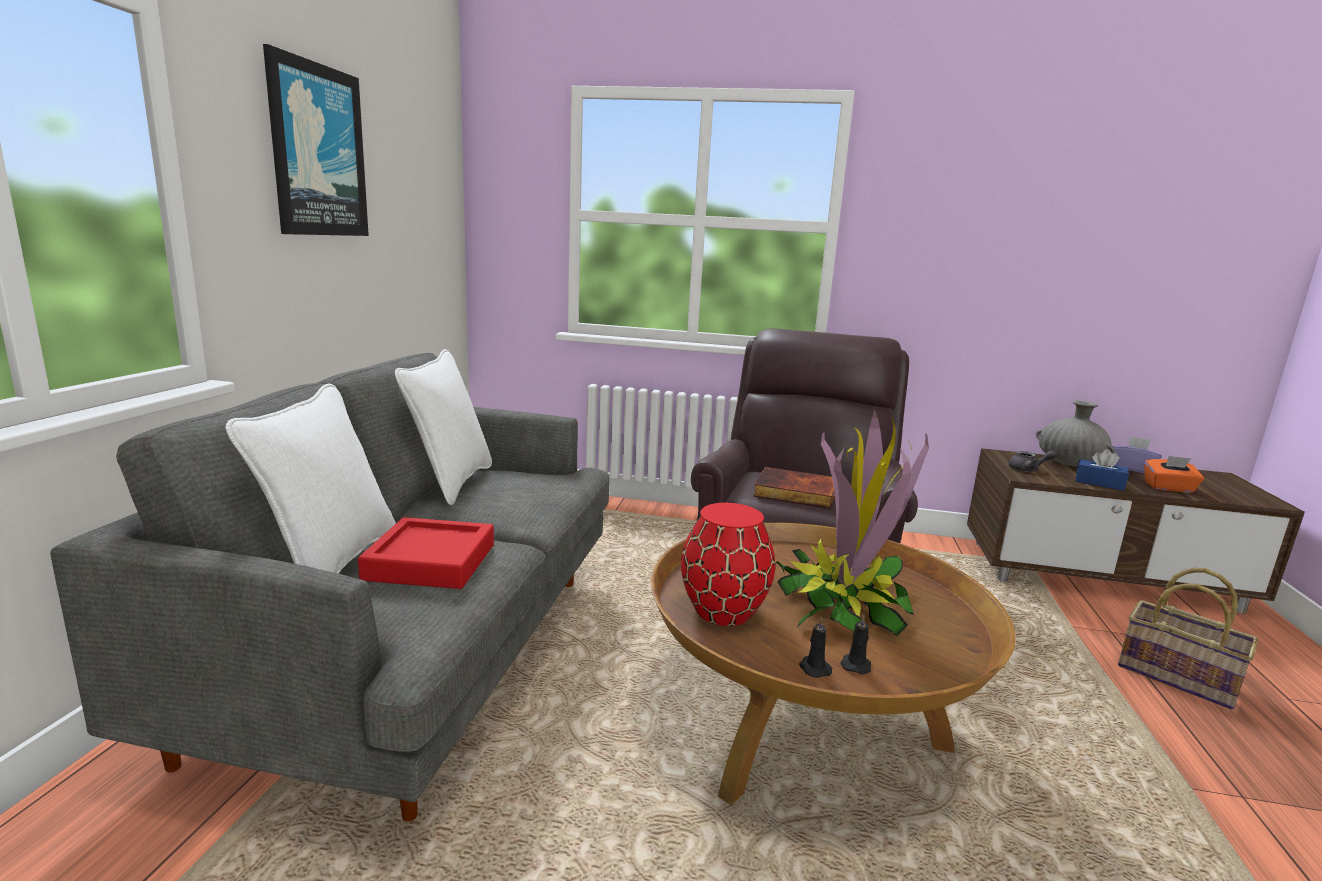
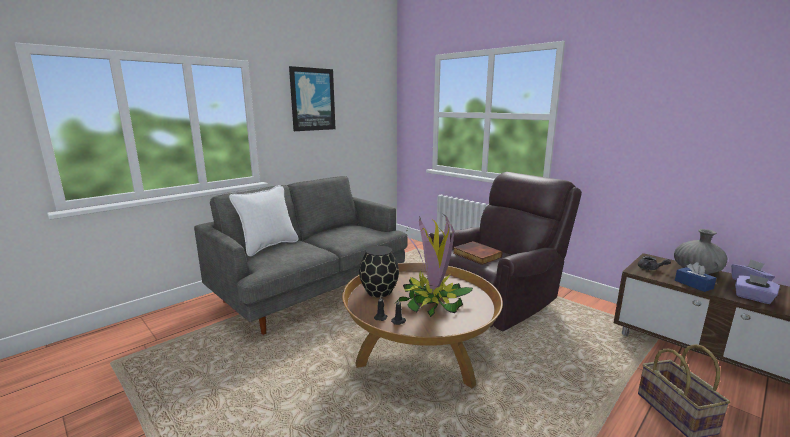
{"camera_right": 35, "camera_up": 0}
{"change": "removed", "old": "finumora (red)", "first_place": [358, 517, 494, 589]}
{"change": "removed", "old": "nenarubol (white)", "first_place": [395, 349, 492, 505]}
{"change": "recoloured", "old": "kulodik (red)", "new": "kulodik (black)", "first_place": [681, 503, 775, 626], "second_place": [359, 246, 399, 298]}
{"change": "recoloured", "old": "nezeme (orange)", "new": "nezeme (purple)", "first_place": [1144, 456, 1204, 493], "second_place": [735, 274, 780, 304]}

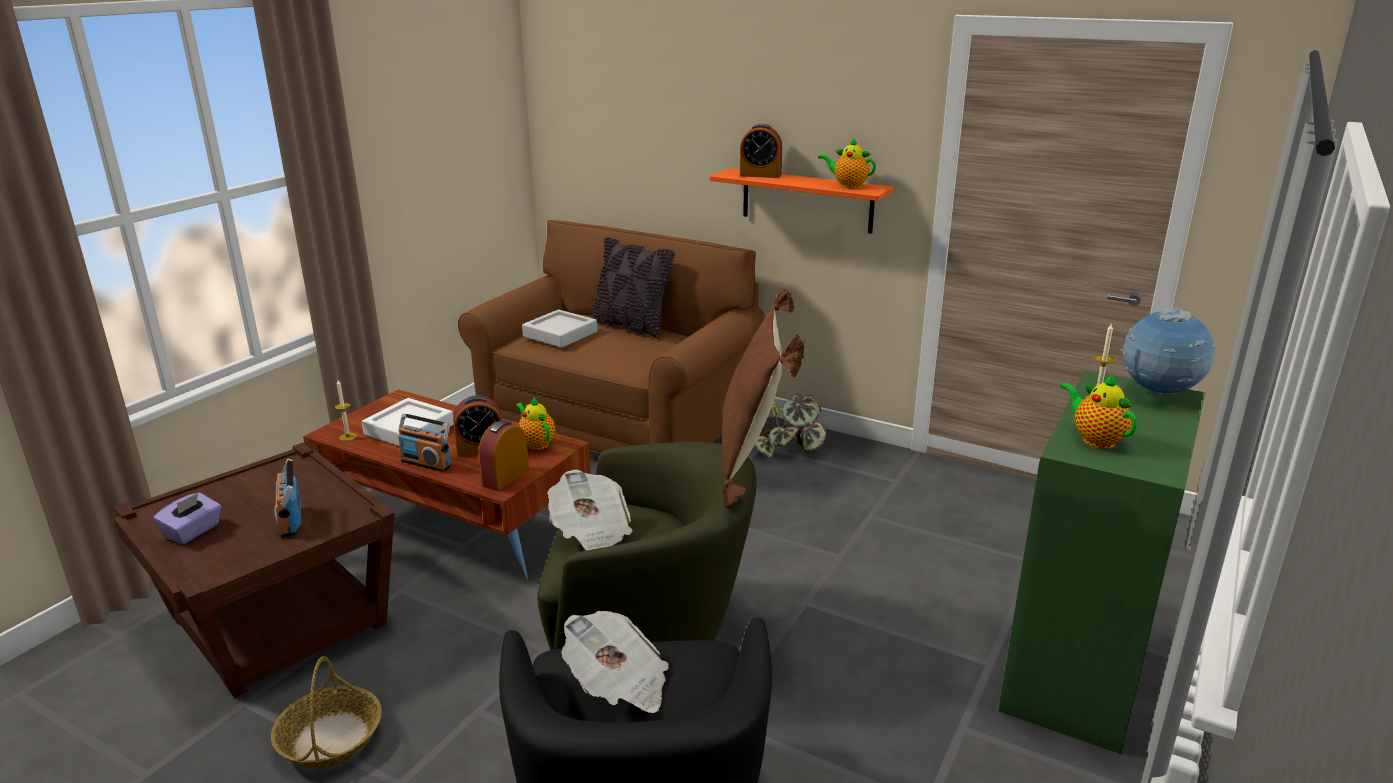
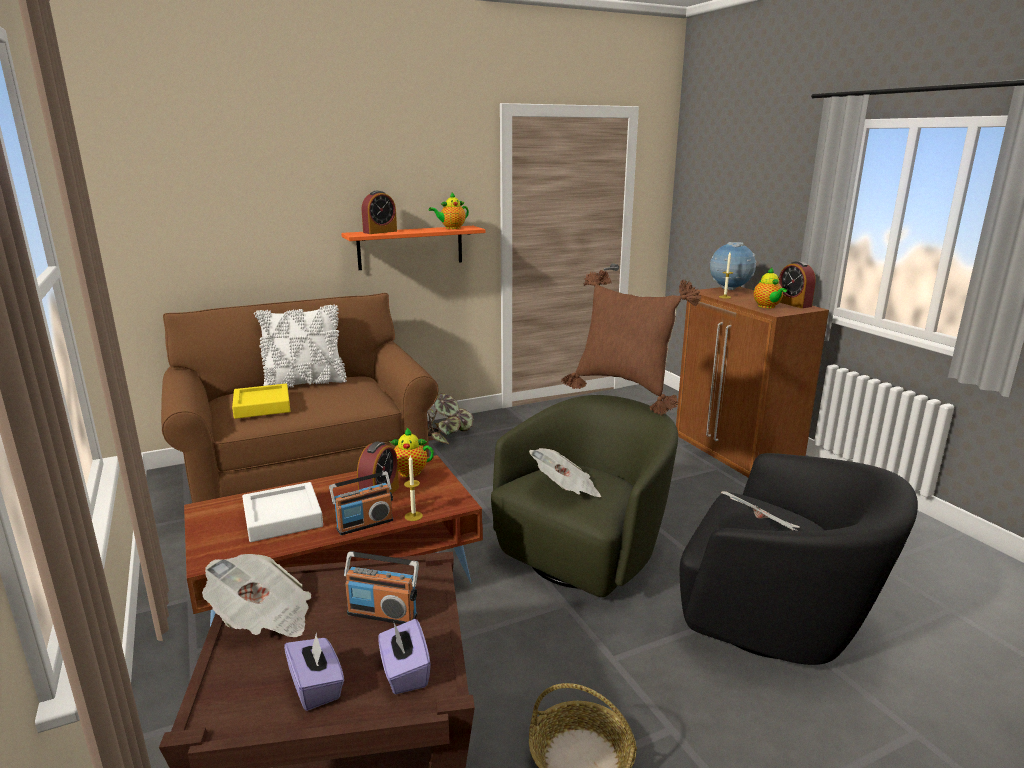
{"camera_right": -55, "camera_up": -5}
{"change": "added", "new": "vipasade", "second_place": [202, 554, 311, 637]}
{"change": "added", "new": "nezeme (purple)", "second_place": [378, 619, 431, 694]}
{"change": "moved", "old": "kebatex", "first_place": [335, 380, 357, 441], "second_place": [404, 456, 423, 521]}
{"change": "moved", "old": "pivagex", "first_place": [479, 420, 529, 491], "second_place": [779, 261, 816, 308]}
{"change": "recoloured", "old": "finumora (grey)", "new": "finumora (yellow)", "first_place": [522, 310, 598, 348], "second_place": [232, 384, 290, 419]}
{"change": "recoloured", "old": "nenarubol (black)", "new": "nenarubol (white)", "first_place": [591, 237, 675, 339], "second_place": [254, 305, 347, 388]}
{"change": "recoloured", "old": "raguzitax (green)", "new": "raguzitax (brown)", "first_place": [999, 370, 1205, 754], "second_place": [676, 286, 829, 478]}
{"change": "turned", "old": "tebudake", "first_place": [1060, 373, 1137, 449], "second_place": [754, 268, 787, 308], "degrees": -105}

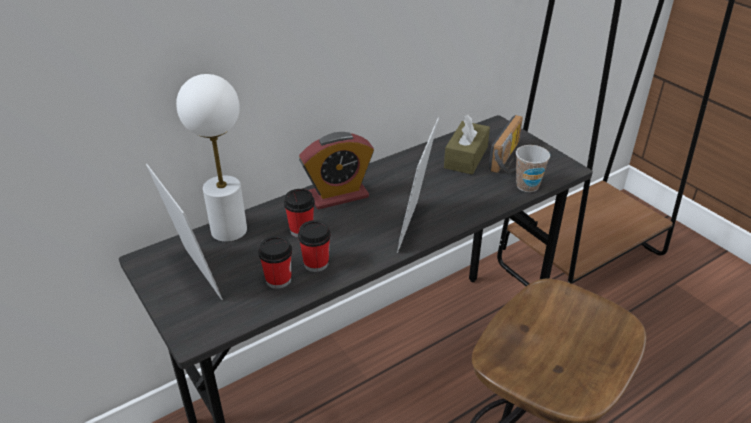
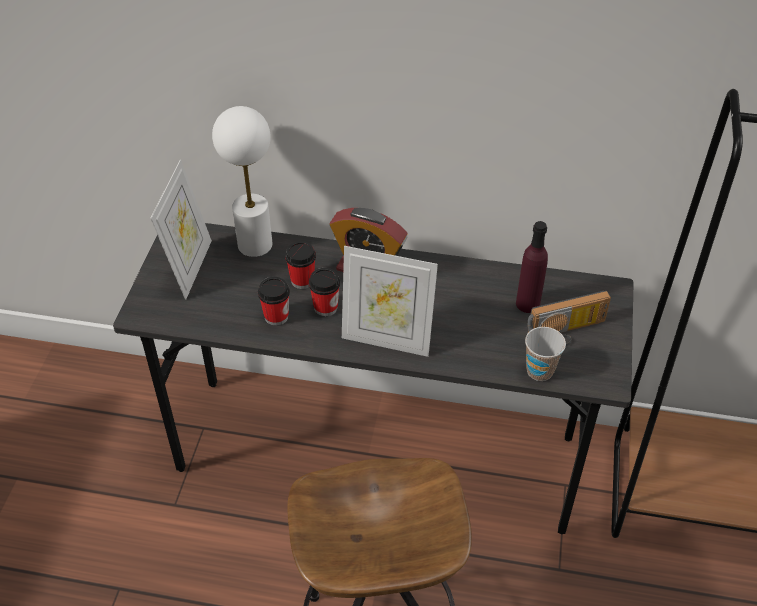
{"camera_right": 45, "camera_up": 10}
{"change": "moved", "old": "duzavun", "first_place": [258, 236, 292, 289], "second_place": [309, 268, 340, 316]}
{"change": "replaced", "old": "nezeme (brown)", "new": "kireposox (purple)", "first_place": [444, 114, 490, 174], "second_place": [516, 221, 548, 313]}
{"change": "turned", "old": "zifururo", "first_place": [397, 117, 439, 253], "second_place": [342, 246, 438, 357], "degrees": -135}

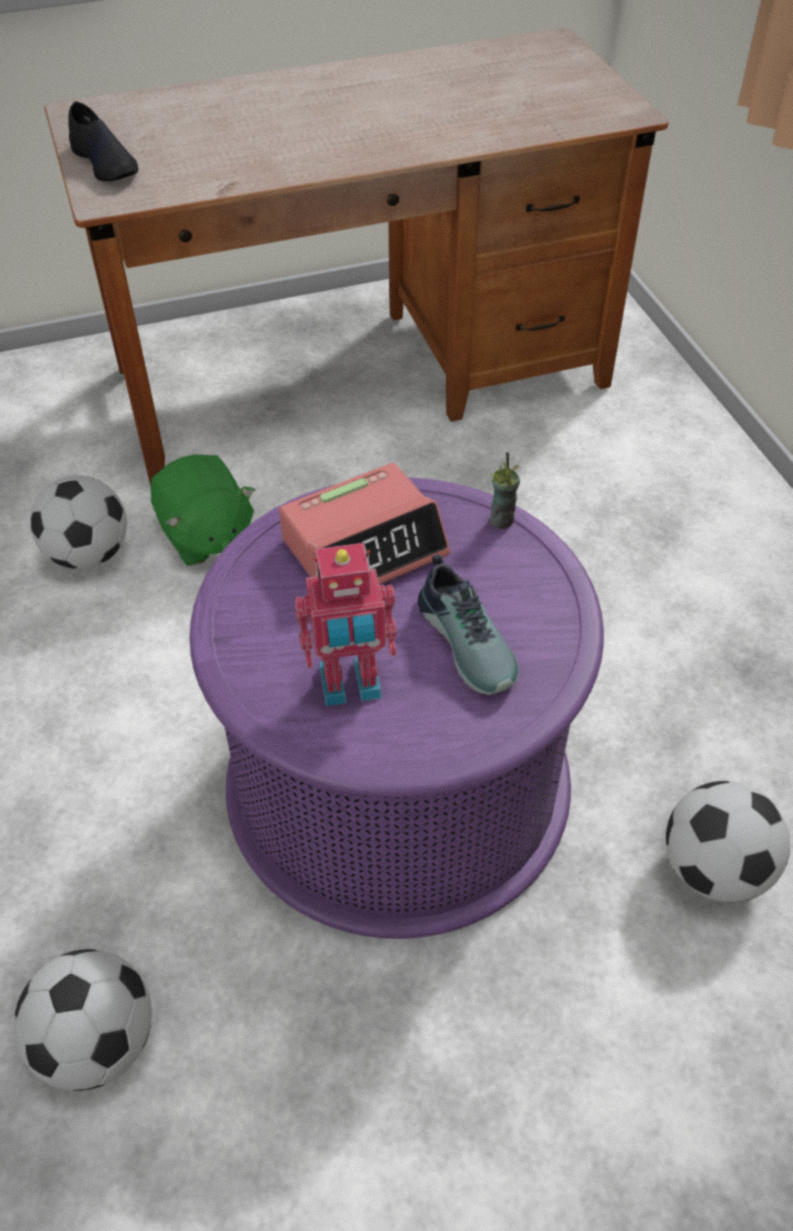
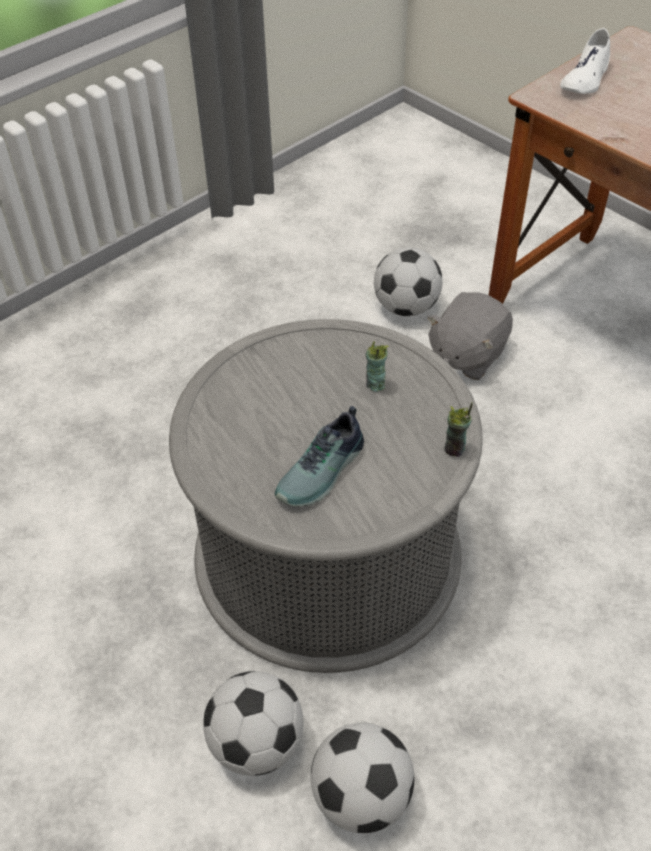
{"camera_right": 65, "camera_up": 0}
{"change": "removed", "old": "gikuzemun", "first_place": [295, 543, 397, 706]}
{"change": "moved", "old": "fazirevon", "first_place": [14, 949, 152, 1091], "second_place": [203, 671, 304, 776]}
{"change": "replaced", "old": "pivagex", "new": "duzavun", "first_place": [279, 463, 450, 585], "second_place": [366, 341, 389, 392]}
{"change": "recoloured", "old": "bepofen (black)", "new": "bepofen (white)", "first_place": [68, 101, 138, 182], "second_place": [560, 28, 610, 94]}
{"change": "recoloured", "old": "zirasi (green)", "new": "zirasi (grey)", "first_place": [150, 454, 255, 566], "second_place": [427, 292, 513, 380]}
{"change": "recoloured", "old": "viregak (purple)", "new": "viregak (grey)", "first_place": [190, 477, 604, 939], "second_place": [169, 319, 483, 673]}

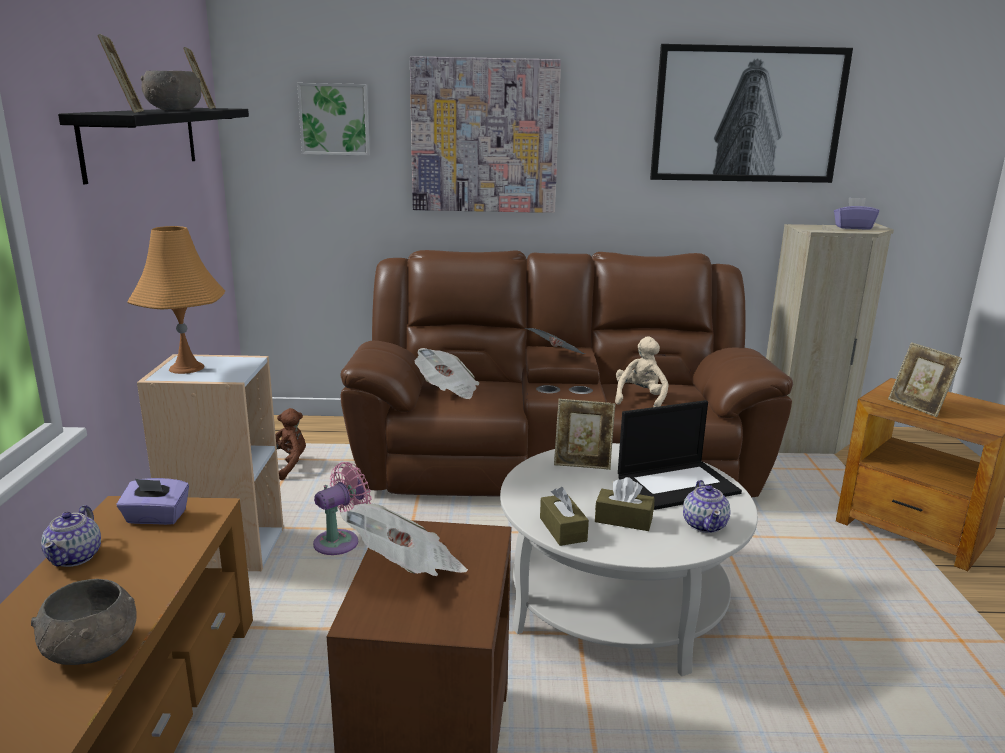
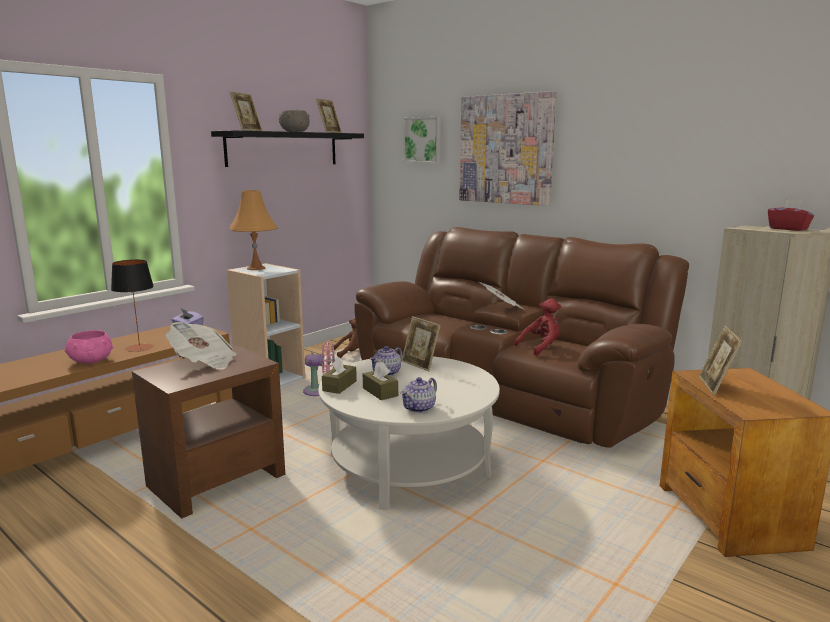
{"camera_right": 40, "camera_up": -5}
{"change": "removed", "old": "vipasade", "first_place": [415, 348, 479, 399]}
{"change": "removed", "old": "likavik", "first_place": [618, 400, 742, 510]}
{"change": "removed", "old": "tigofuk", "first_place": [650, 44, 853, 183]}
{"change": "added", "new": "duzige", "second_place": [111, 259, 154, 352]}
{"change": "moved", "old": "tebudake", "first_place": [41, 505, 101, 567], "second_place": [370, 346, 403, 376]}
{"change": "recoloured", "old": "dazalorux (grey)", "new": "dazalorux (pink)", "first_place": [31, 579, 137, 665], "second_place": [65, 330, 113, 364]}
{"change": "recoloured", "old": "zirasi (beige)", "new": "zirasi (red)", "first_place": [615, 336, 668, 407], "second_place": [514, 299, 561, 356]}
{"change": "recoloured", "old": "nezeme (purple)", "new": "nezeme (red)", "first_place": [834, 197, 879, 230], "second_place": [768, 200, 814, 231]}

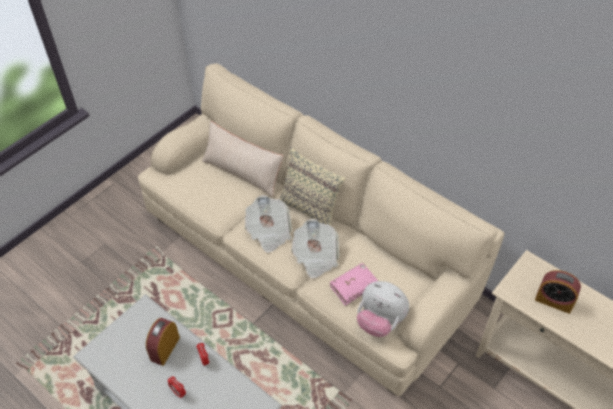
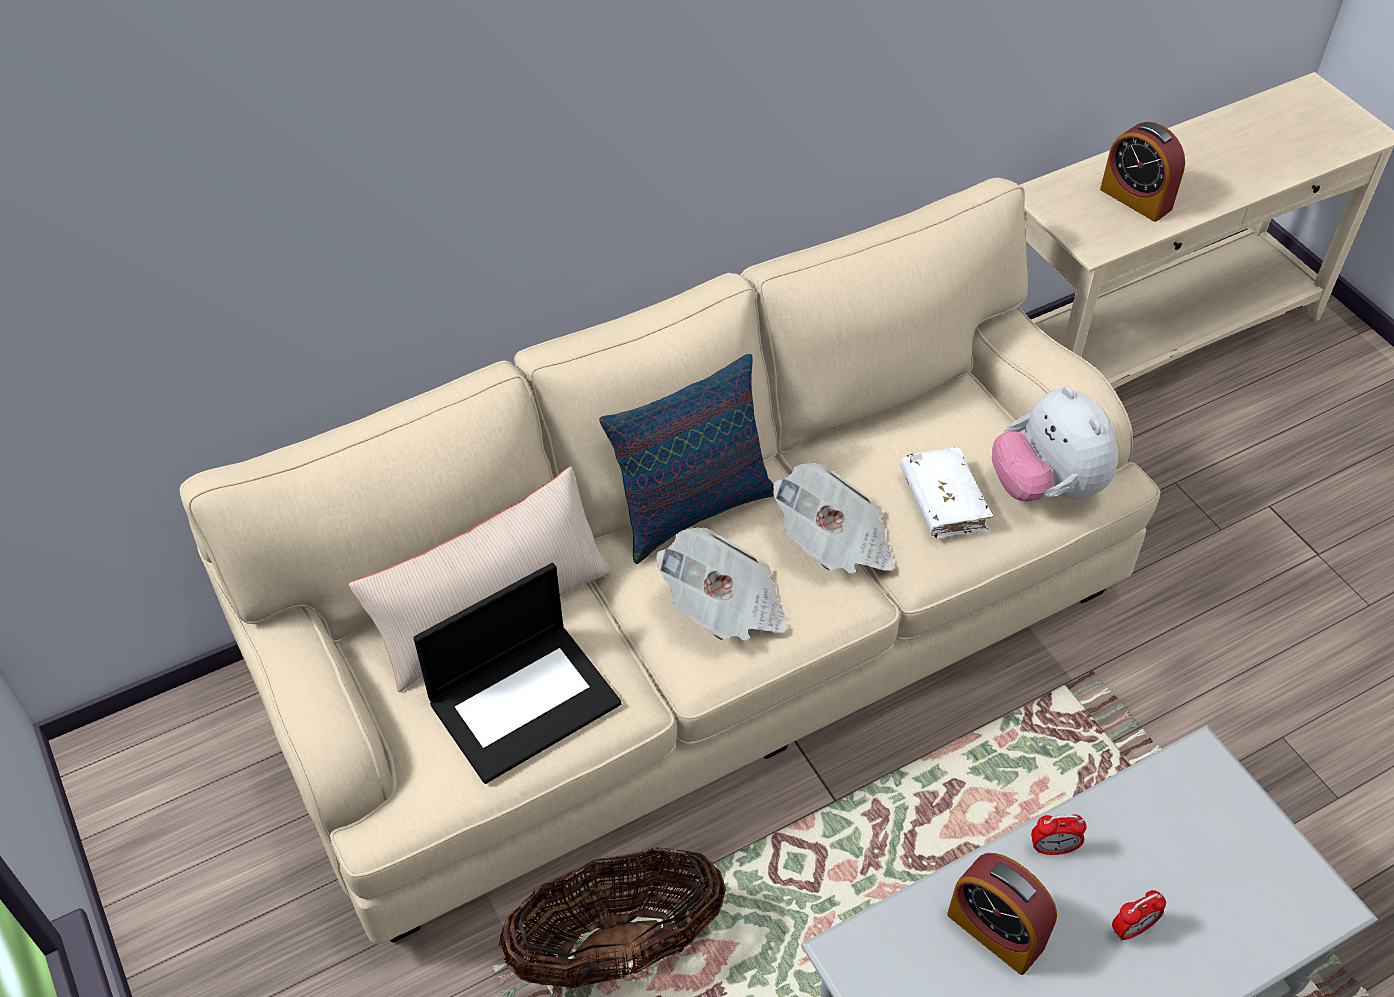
{"camera_right": -70, "camera_up": 0}
{"change": "added", "new": "likavik", "second_place": [413, 563, 621, 784]}
{"change": "added", "new": "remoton", "second_place": [499, 847, 726, 989]}
{"change": "recoloured", "old": "nenarubol (beige)", "new": "nenarubol (blue)", "first_place": [279, 148, 345, 226], "second_place": [600, 354, 774, 564]}
{"change": "recoloured", "old": "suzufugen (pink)", "new": "suzufugen (white)", "first_place": [330, 263, 378, 306], "second_place": [900, 447, 994, 538]}
{"change": "turned", "old": "zirasi", "first_place": [357, 281, 409, 337], "second_place": [992, 386, 1118, 502], "degrees": 105}
{"change": "turned", "old": "pivagex", "first_place": [535, 270, 581, 314], "second_place": [1100, 122, 1185, 222], "degrees": 90}

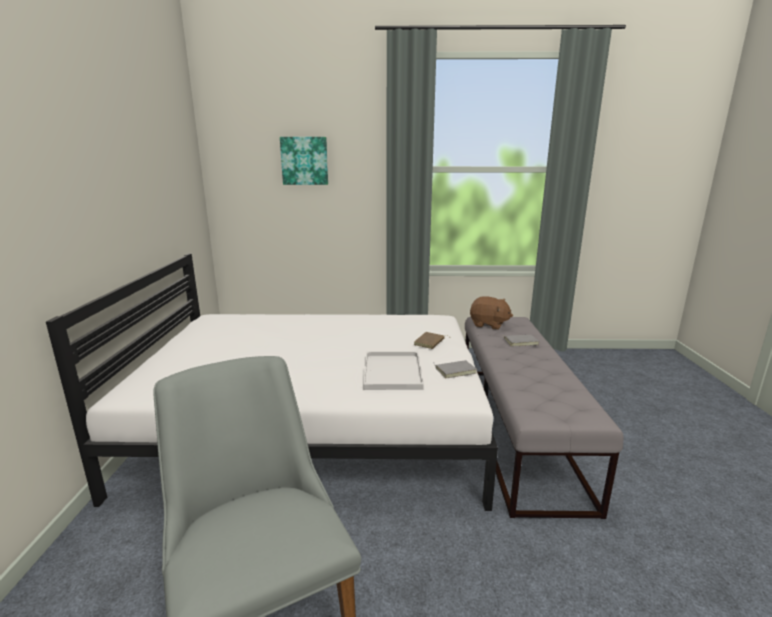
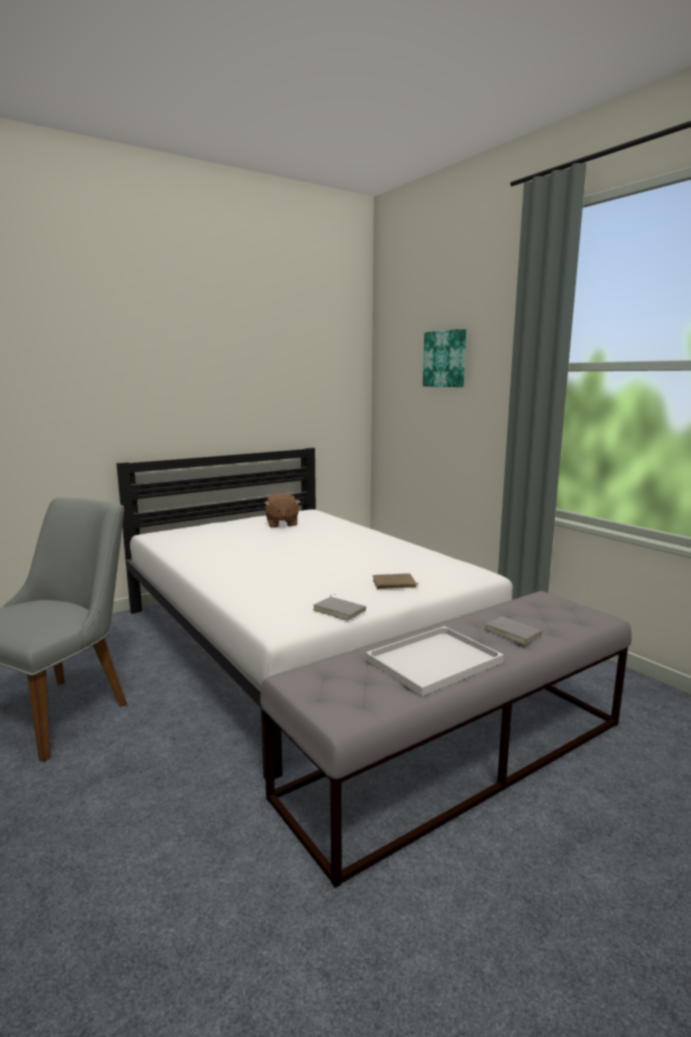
{"camera_right": 55, "camera_up": -5}
{"change": "moved", "old": "finumora (white)", "first_place": [363, 351, 424, 390], "second_place": [365, 626, 504, 696]}
{"change": "moved", "old": "zirasi (brown)", "first_place": [470, 296, 513, 330], "second_place": [264, 492, 301, 528]}

